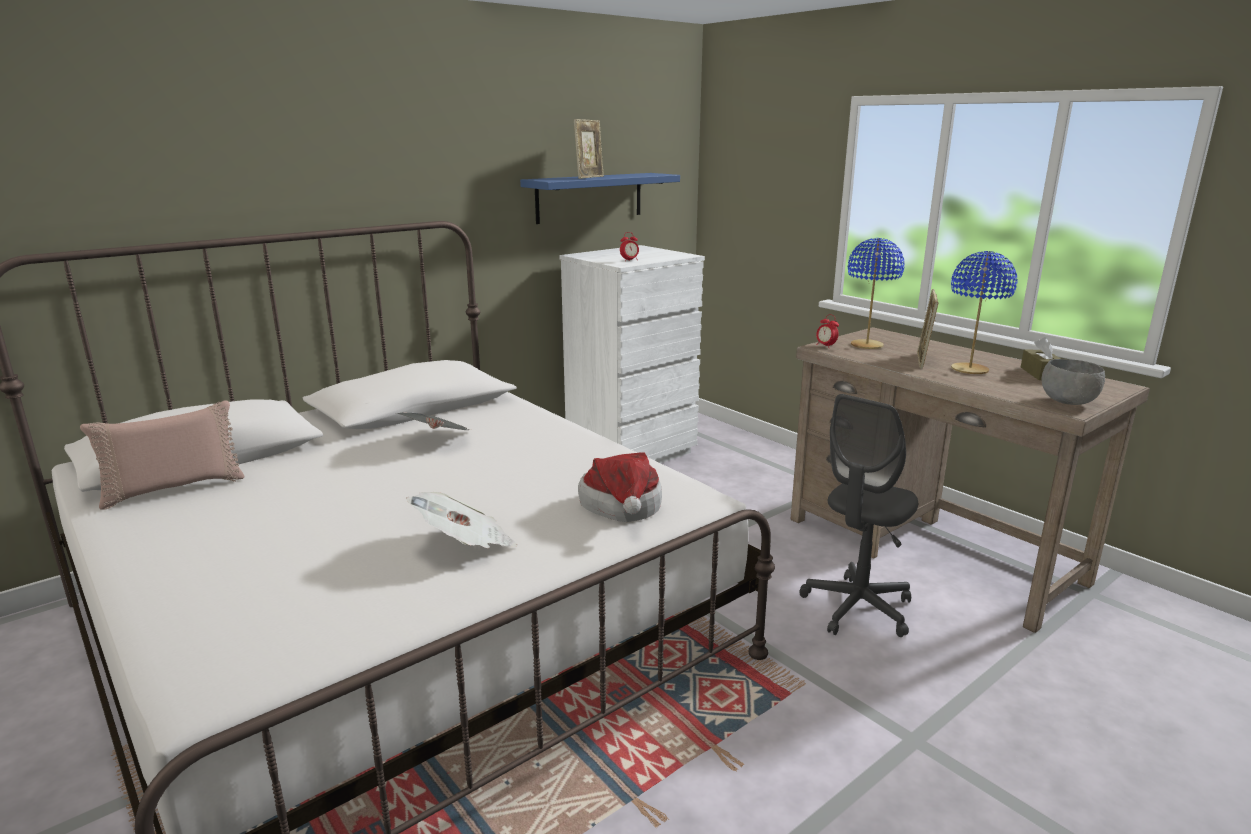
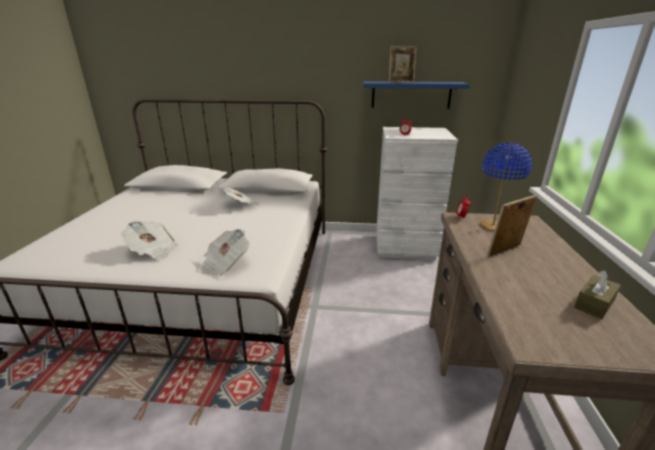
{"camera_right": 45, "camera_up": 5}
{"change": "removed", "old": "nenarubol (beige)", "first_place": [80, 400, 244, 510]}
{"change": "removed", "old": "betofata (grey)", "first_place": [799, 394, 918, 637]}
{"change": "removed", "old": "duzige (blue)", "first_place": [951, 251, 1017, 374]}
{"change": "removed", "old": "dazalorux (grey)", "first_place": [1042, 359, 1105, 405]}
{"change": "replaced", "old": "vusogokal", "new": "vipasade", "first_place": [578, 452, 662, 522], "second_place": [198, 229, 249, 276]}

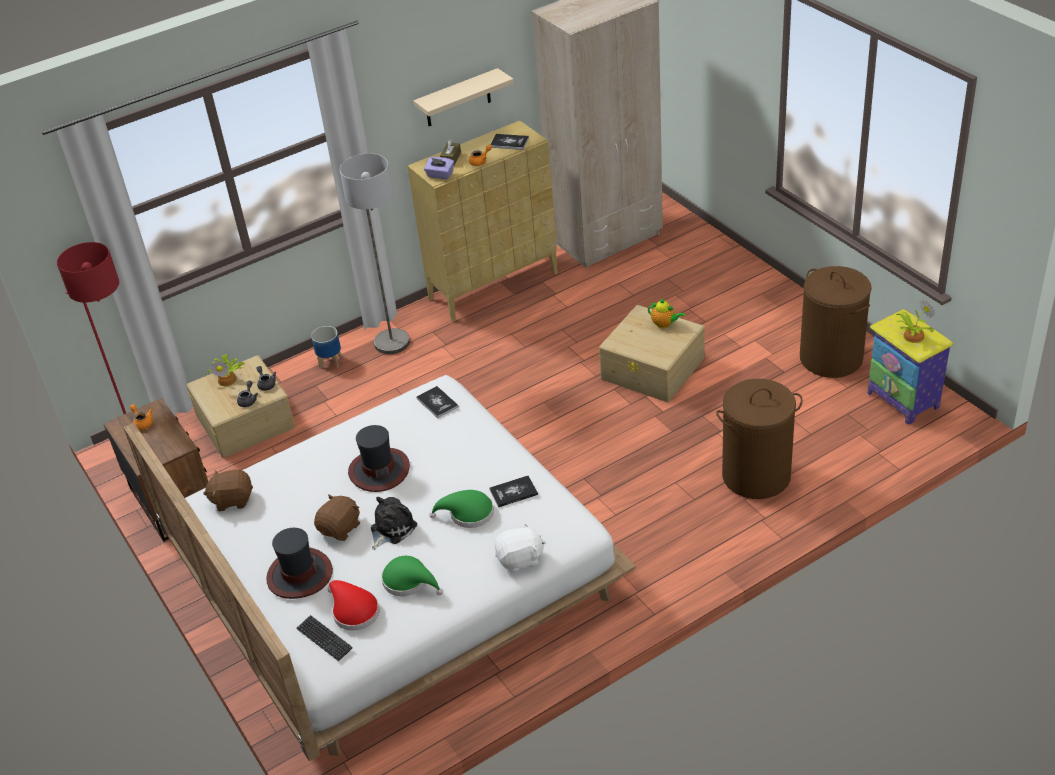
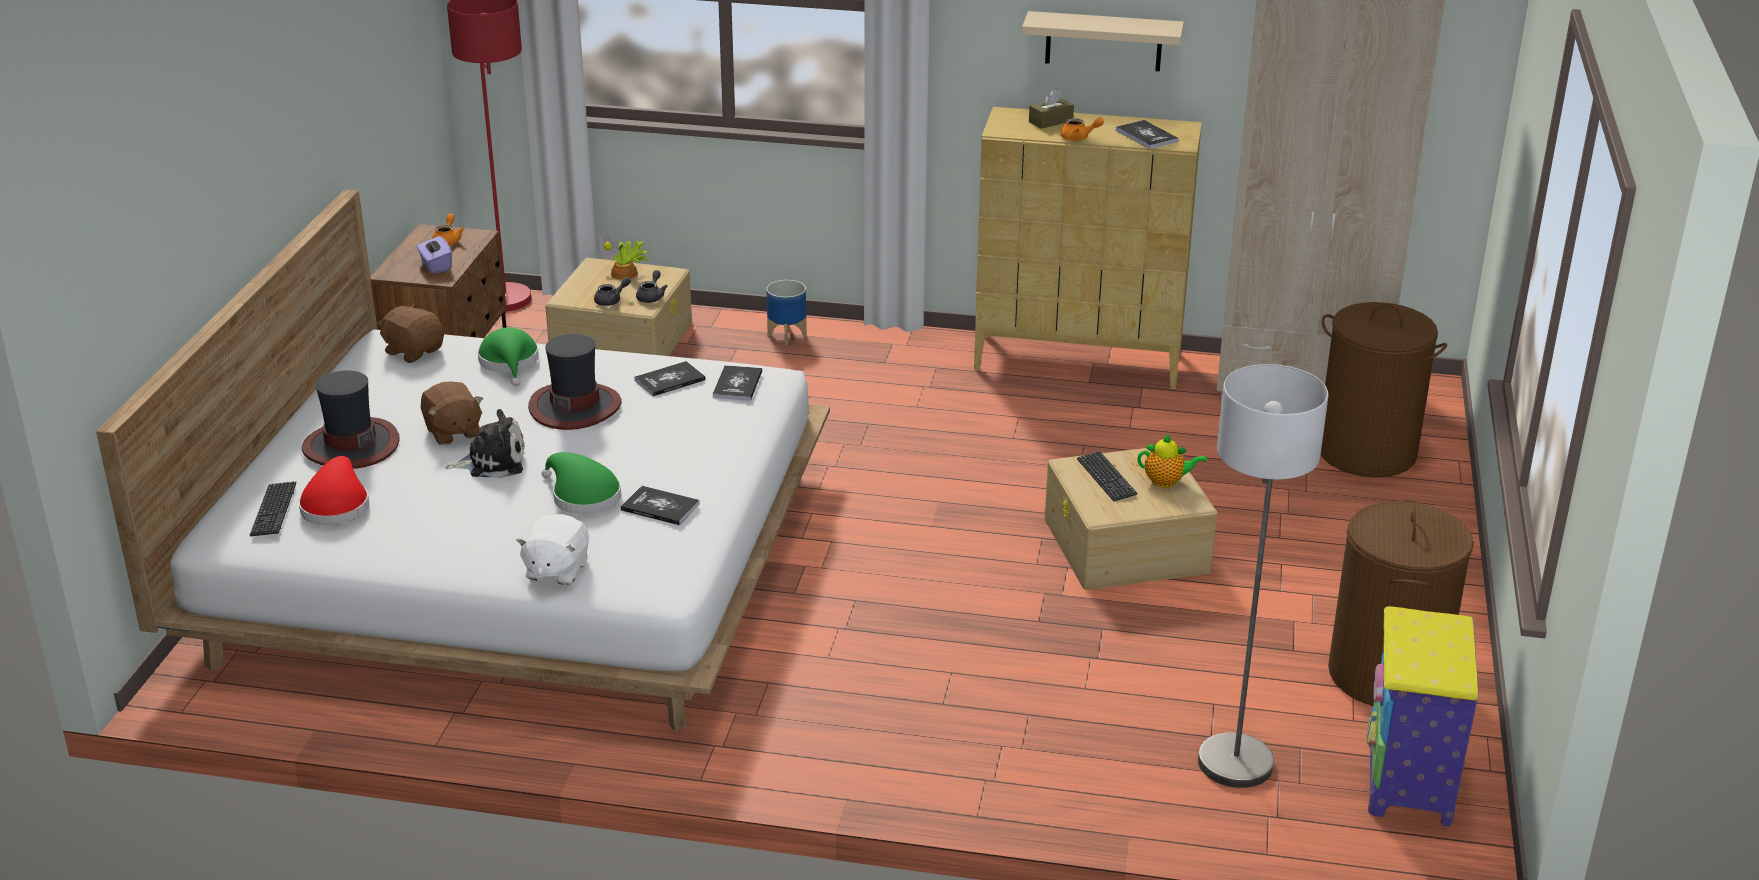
{"camera_right": 40, "camera_up": -10}
{"change": "removed", "old": "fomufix", "first_place": [896, 300, 935, 343]}
{"change": "added", "new": "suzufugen", "second_place": [634, 361, 706, 396]}
{"change": "added", "new": "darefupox", "second_place": [1077, 451, 1137, 501]}
{"change": "moved", "old": "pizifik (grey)", "first_place": [340, 153, 410, 354], "second_place": [1198, 364, 1328, 788]}
{"change": "moved", "old": "vusogokal (green)", "first_place": [381, 556, 443, 596], "second_place": [478, 327, 539, 386]}
{"change": "moved", "old": "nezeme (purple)", "first_place": [424, 157, 454, 179], "second_place": [417, 236, 452, 274]}
{"change": "moved", "old": "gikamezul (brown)", "first_place": [716, 379, 803, 499], "second_place": [1321, 302, 1447, 477]}
{"change": "turned", "old": "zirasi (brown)", "first_place": [314, 494, 360, 541], "second_place": [421, 381, 483, 445], "degrees": 75}
{"change": "turned", "old": "zirasi (white)", "first_place": [495, 523, 546, 573], "second_place": [516, 514, 589, 585], "degrees": 75}
{"change": "turned", "old": "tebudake", "first_place": [648, 299, 685, 328], "second_place": [1137, 434, 1207, 488], "degrees": -60}

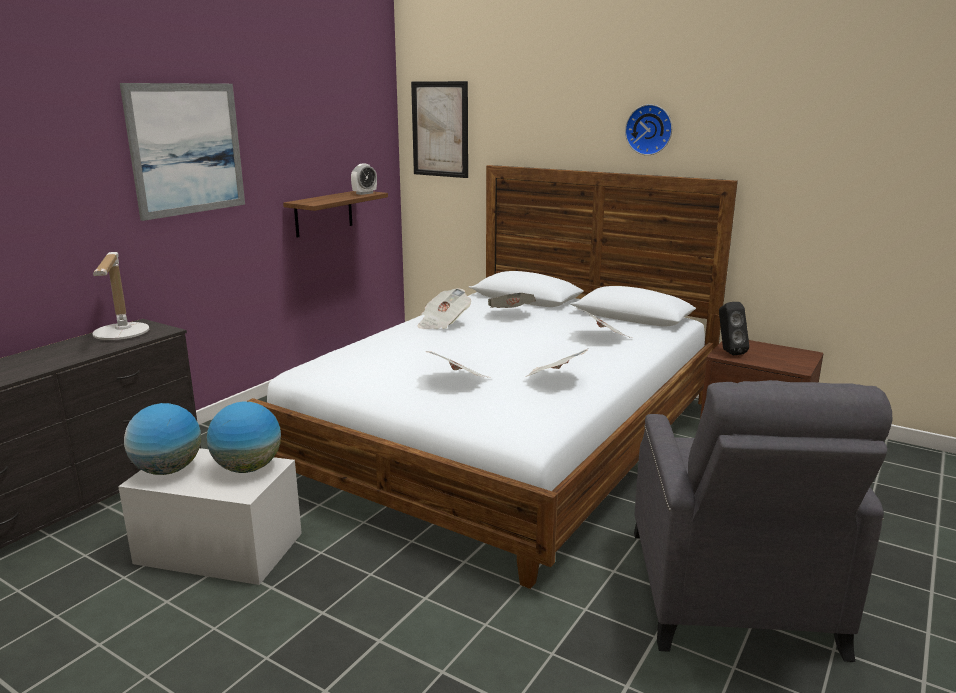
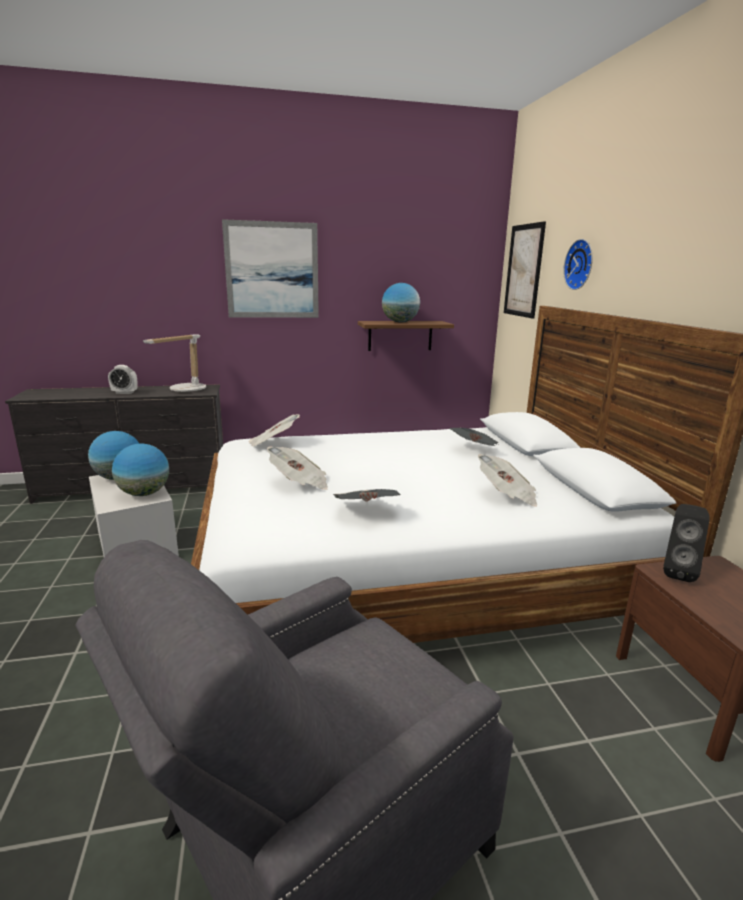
{"camera_right": 45, "camera_up": 0}
{"change": "added", "new": "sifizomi", "second_place": [382, 283, 420, 323]}
{"change": "moved", "old": "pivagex", "first_place": [351, 163, 377, 195], "second_place": [108, 365, 138, 394]}
{"change": "moved", "old": "vipasade", "first_place": [417, 288, 471, 329], "second_place": [249, 414, 300, 447]}
{"change": "moved", "old": "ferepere", "first_place": [625, 104, 672, 155], "second_place": [563, 239, 593, 290]}

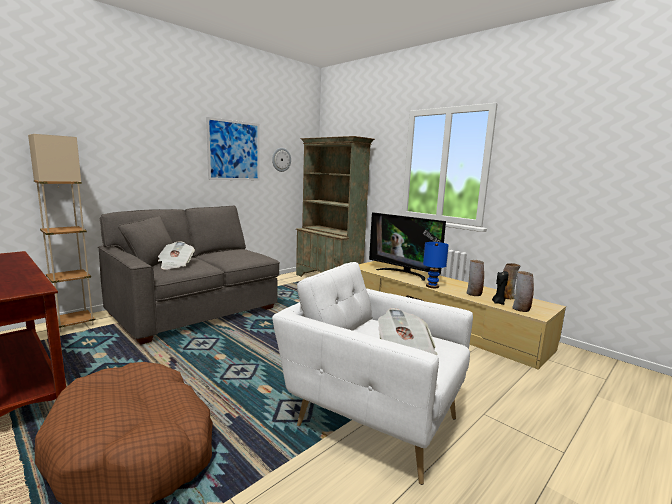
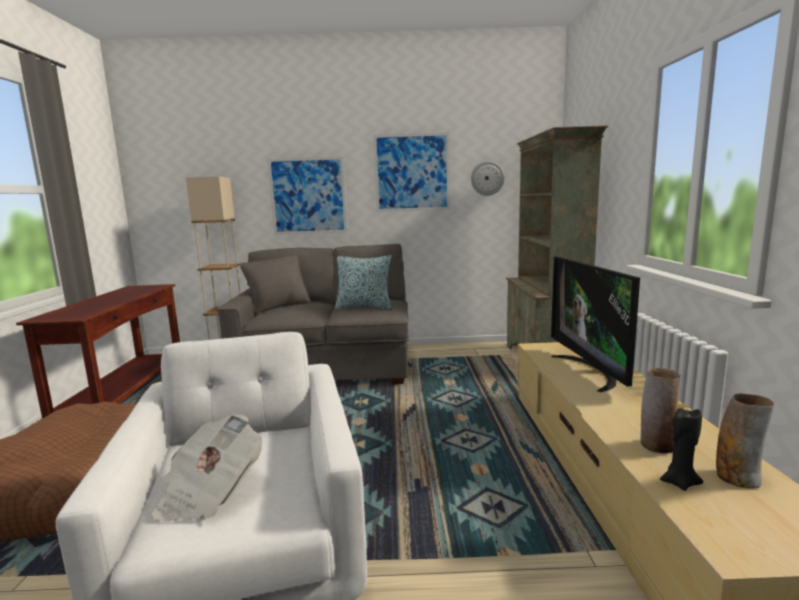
{"camera_right": 45, "camera_up": 0}
{"change": "removed", "old": "vipasade", "first_place": [158, 241, 195, 270]}
{"change": "removed", "old": "duzige (blue)", "first_place": [423, 242, 449, 288]}
{"change": "removed", "old": "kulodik", "first_place": [512, 271, 534, 312]}
{"change": "added", "new": "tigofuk", "second_place": [267, 156, 347, 235]}
{"change": "added", "new": "nenarubol", "second_place": [335, 255, 392, 309]}

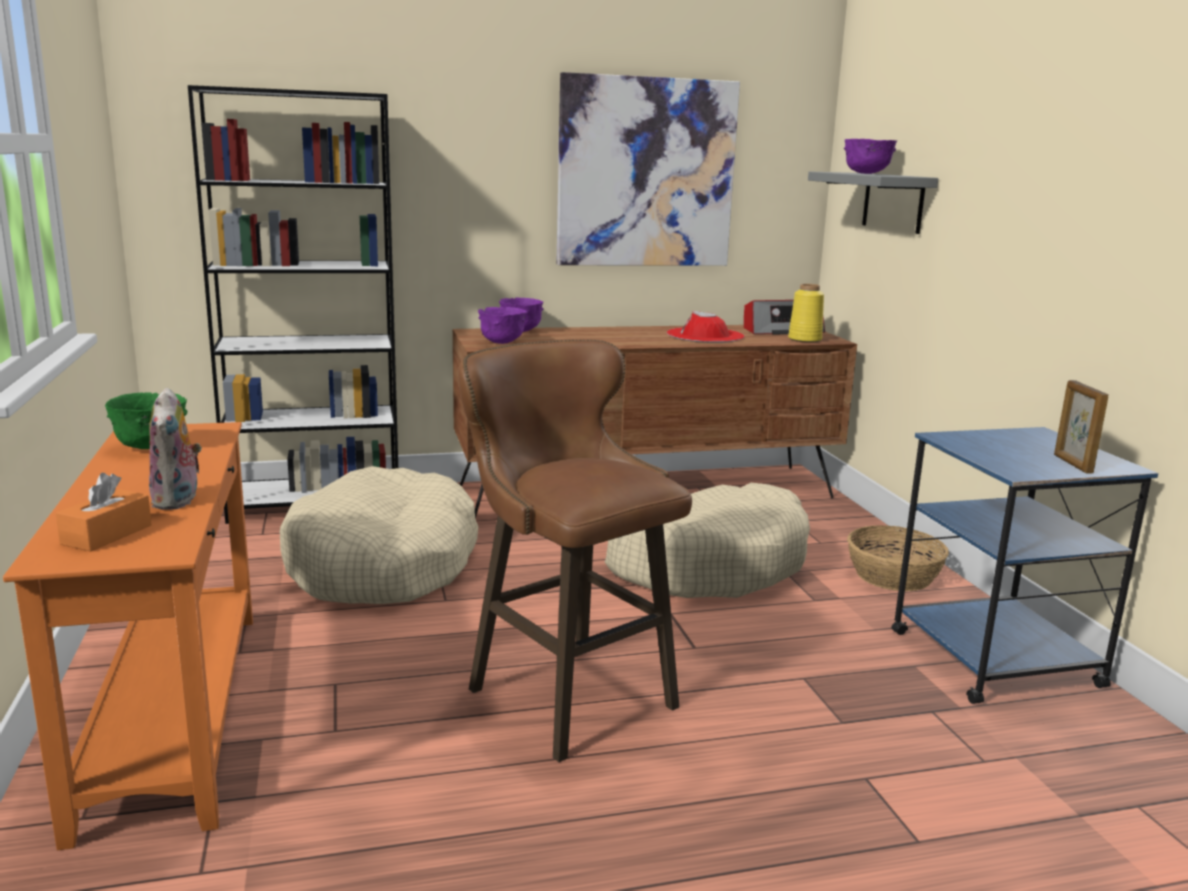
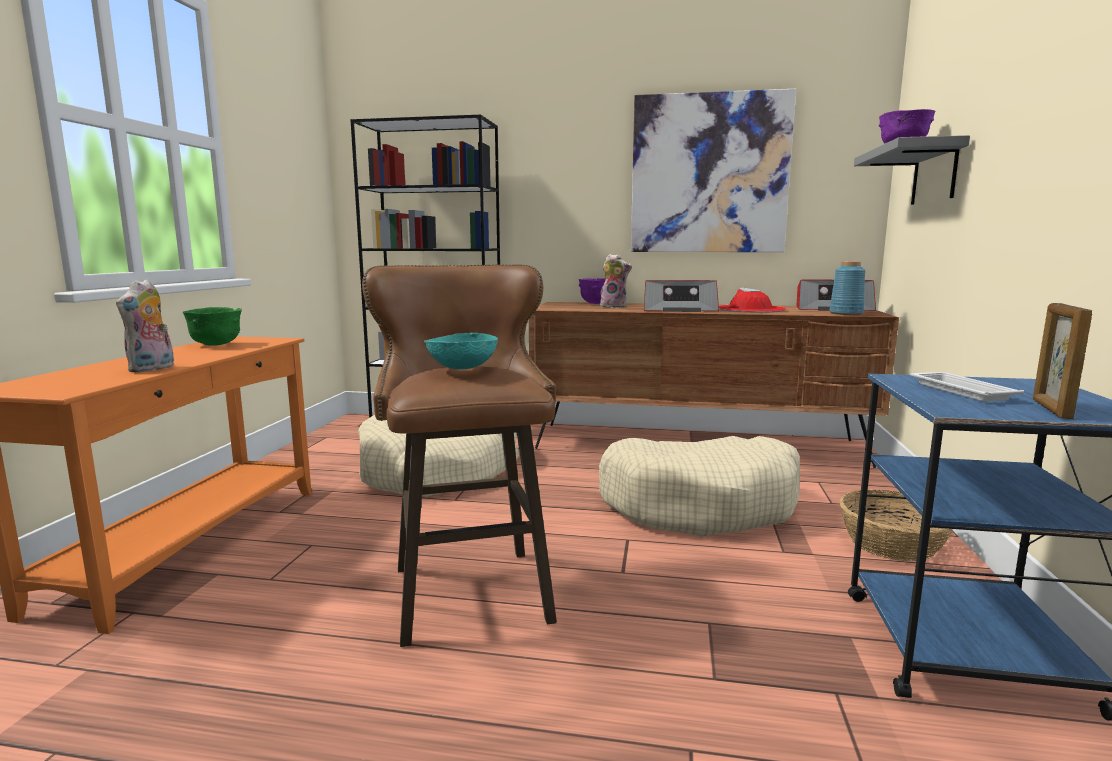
{"camera_right": 25, "camera_up": -5}
{"change": "removed", "old": "nezeme (orange)", "first_place": [56, 473, 152, 551]}
{"change": "removed", "old": "dazalorux (purple)", "first_place": [478, 307, 526, 344]}
{"change": "added", "new": "dazalorux (turquoise)", "second_place": [424, 333, 498, 370]}
{"change": "added", "new": "zirasi", "second_place": [600, 254, 632, 308]}
{"change": "added", "new": "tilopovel", "second_place": [644, 280, 719, 312]}
{"change": "added", "new": "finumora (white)", "second_place": [911, 372, 1024, 402]}
{"change": "recoloured", "old": "kulodik (yellow)", "new": "kulodik (blue)", "first_place": [788, 284, 824, 343], "second_place": [829, 261, 865, 315]}

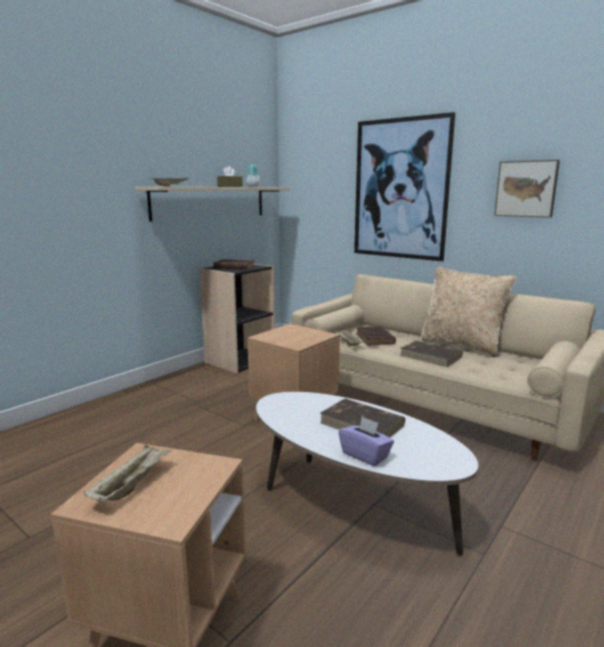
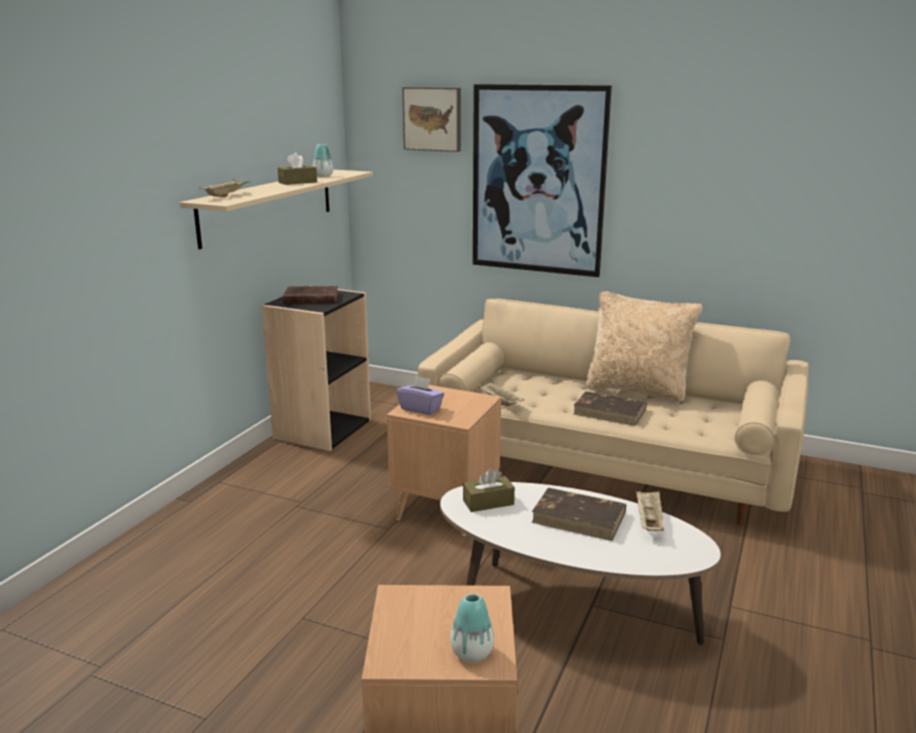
{"camera_right": -15, "camera_up": 5}
{"change": "removed", "old": "suzufugen (brown)", "first_place": [356, 326, 396, 345]}
{"change": "added", "new": "kulodik", "second_place": [450, 594, 494, 662]}
{"change": "added", "new": "nezeme (brown)", "second_place": [463, 468, 515, 512]}
{"change": "moved", "old": "finumora (beige)", "first_place": [84, 445, 172, 502], "second_place": [636, 490, 664, 531]}
{"change": "moved", "old": "nezeme (purple)", "first_place": [338, 416, 394, 466], "second_place": [396, 376, 444, 415]}
{"change": "moved", "old": "tigofuk", "first_place": [494, 160, 560, 218], "second_place": [402, 87, 461, 152]}

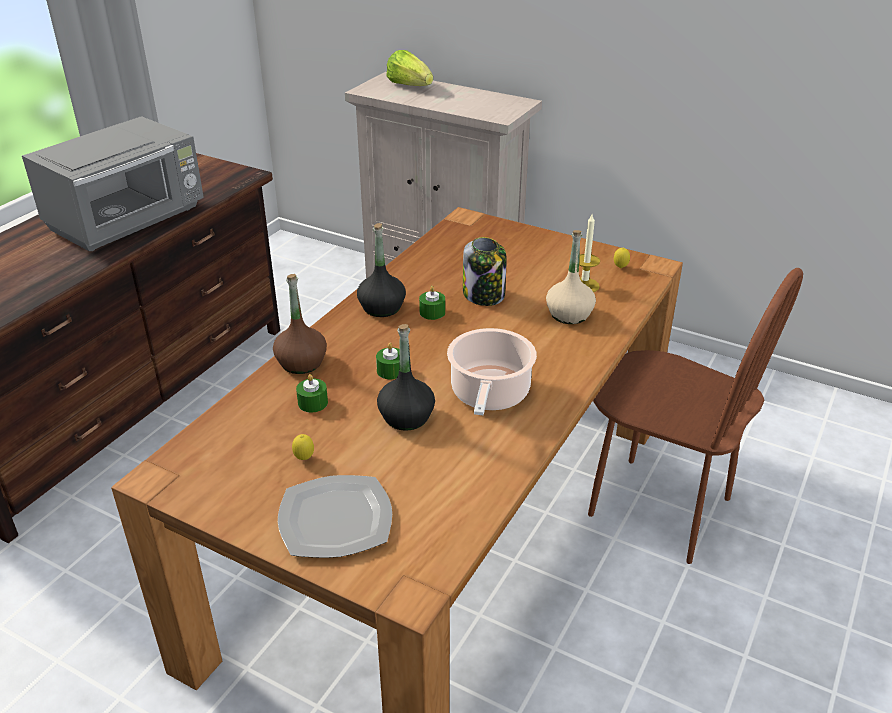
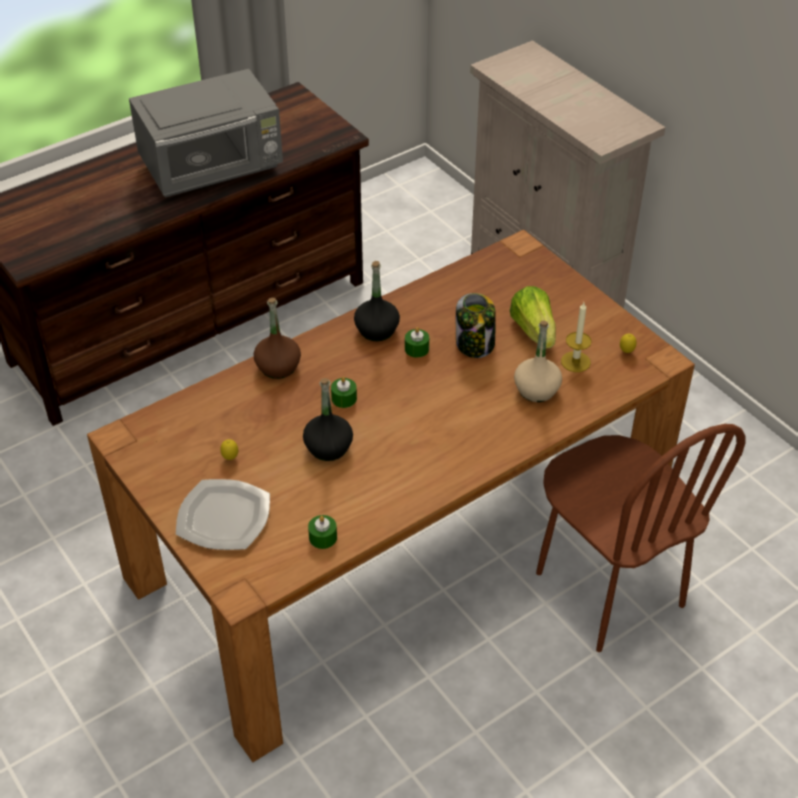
{"camera_right": 25, "camera_up": 10}
{"change": "removed", "old": "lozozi", "first_place": [447, 328, 537, 415]}
{"change": "moved", "old": "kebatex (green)", "first_place": [296, 374, 328, 413], "second_place": [308, 515, 337, 549]}
{"change": "moved", "old": "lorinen", "first_place": [386, 50, 433, 86], "second_place": [510, 286, 556, 349]}

